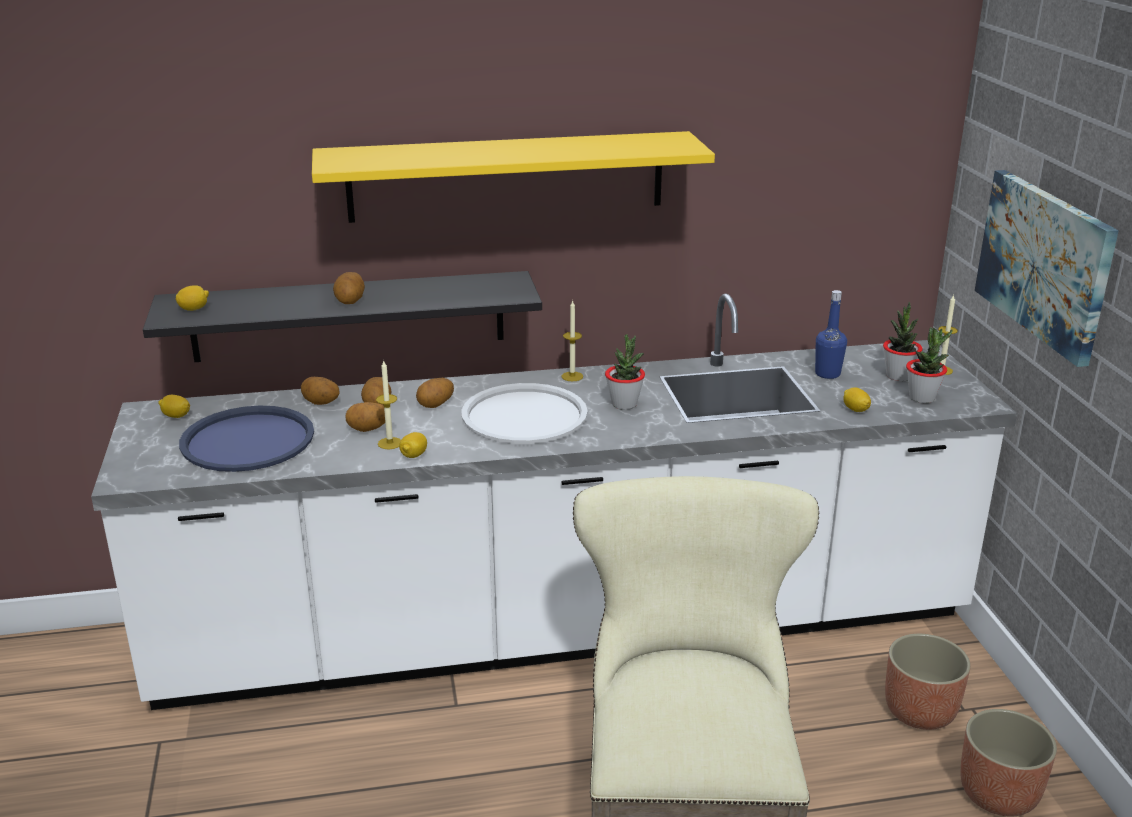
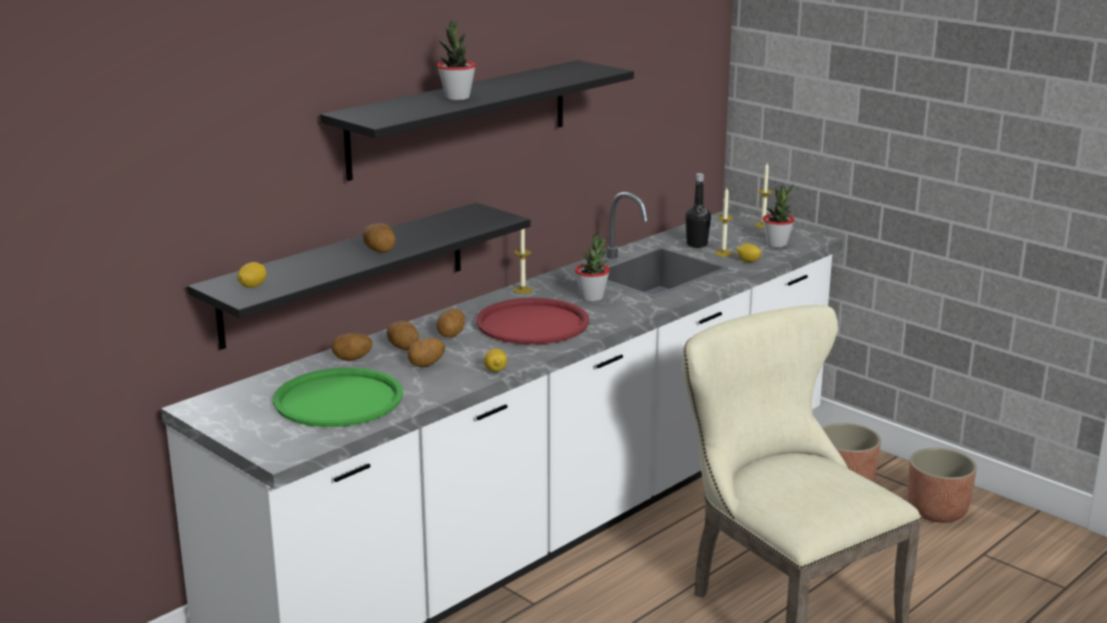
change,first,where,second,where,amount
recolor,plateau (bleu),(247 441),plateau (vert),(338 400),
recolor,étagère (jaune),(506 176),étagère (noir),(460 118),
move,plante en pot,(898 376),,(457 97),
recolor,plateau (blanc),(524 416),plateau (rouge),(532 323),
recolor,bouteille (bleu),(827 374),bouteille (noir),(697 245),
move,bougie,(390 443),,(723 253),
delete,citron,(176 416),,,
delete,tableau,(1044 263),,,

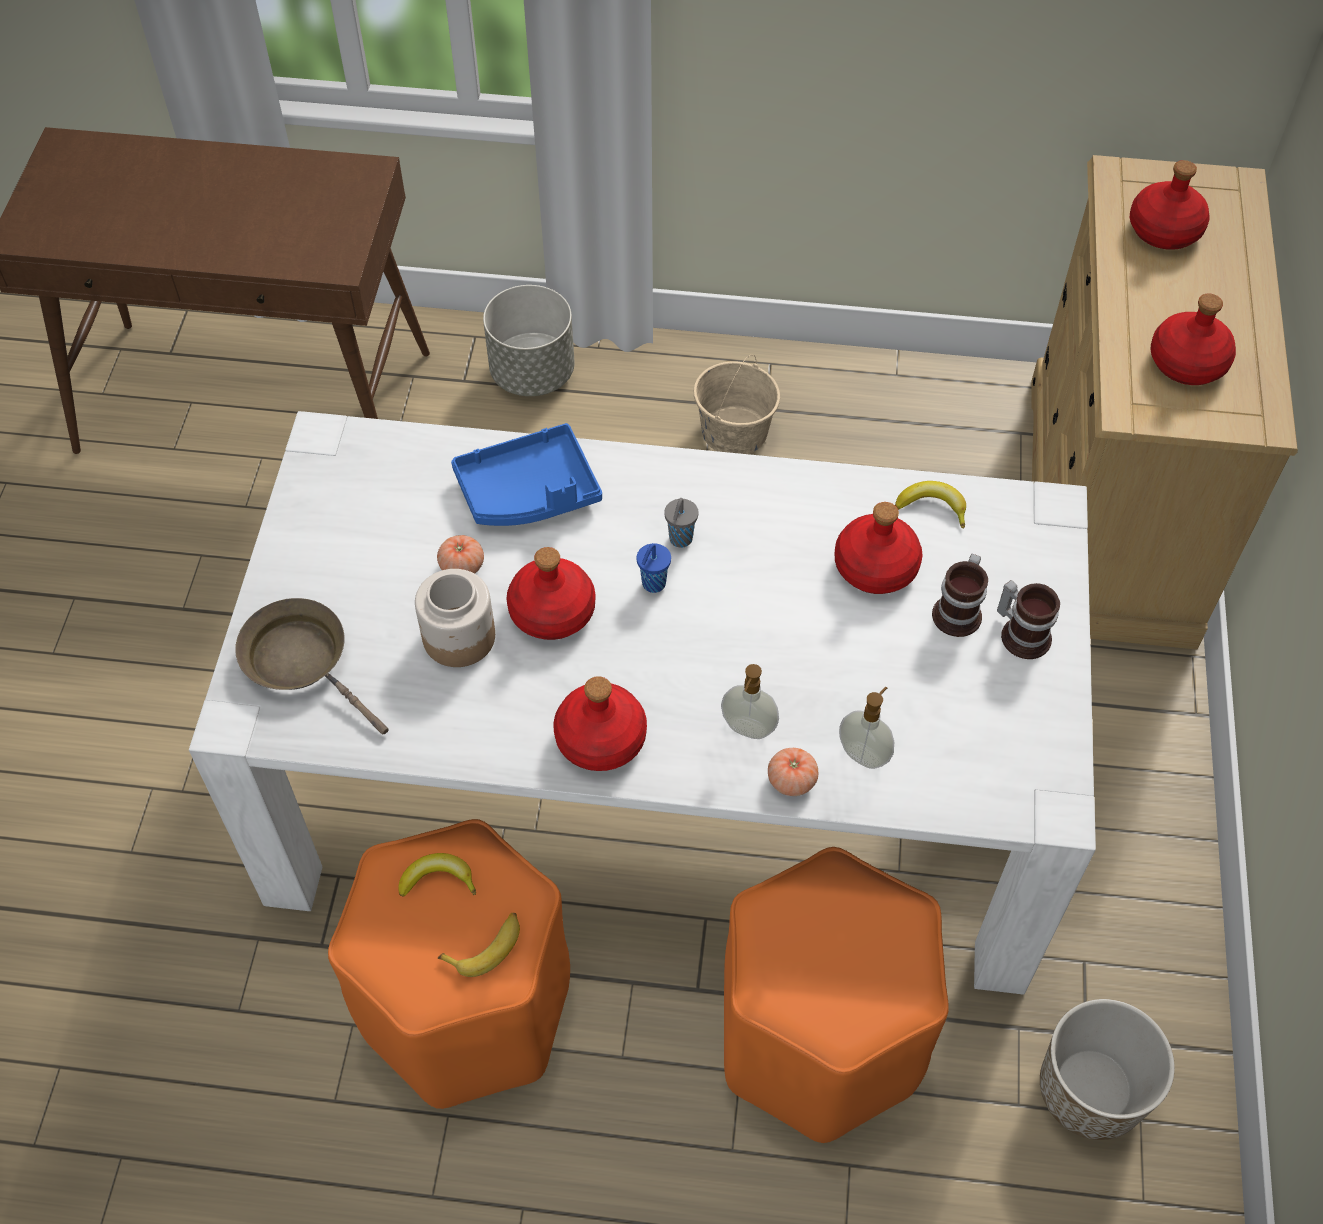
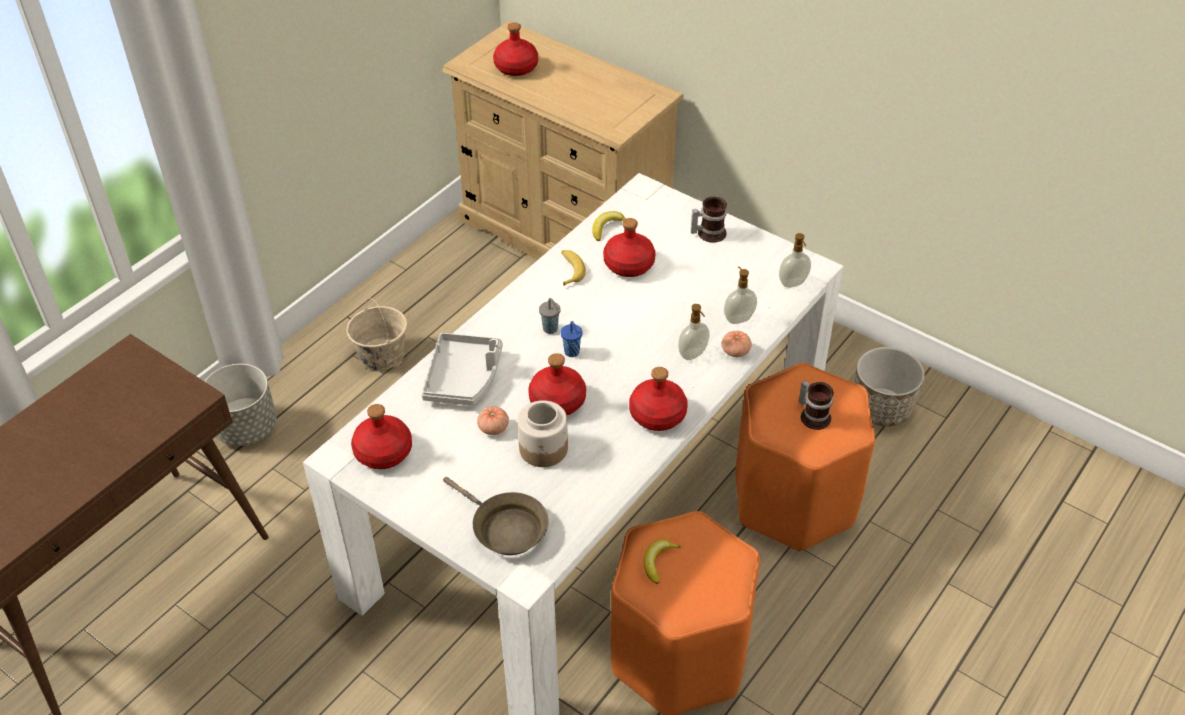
change,first,where,second,where,amount
move,bouteille (rouge),(1186 362),,(382 452),
recolor,plateau (bleu),(529 492),plateau (gris),(464 378),
rotate,poêle (marron),(302 661),,(505 528),120 degrees counterclockwise
move,banane,(486 947),,(569 270),
insert,,,distributeur de savon,(793 283),
move,mug,(960 612),,(814 415),

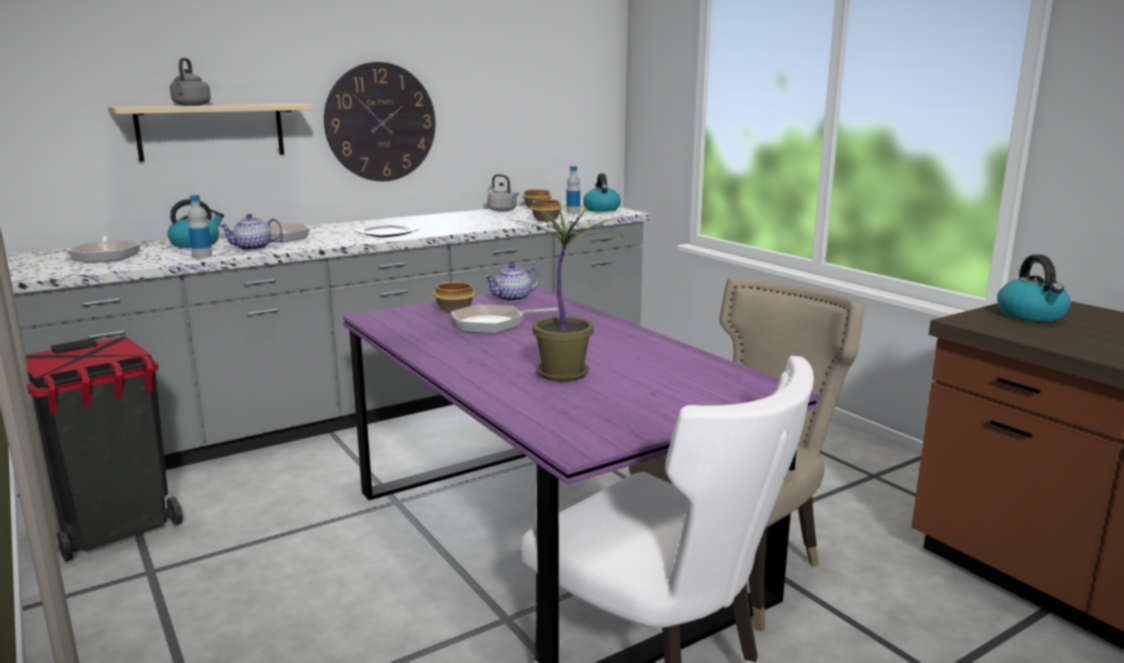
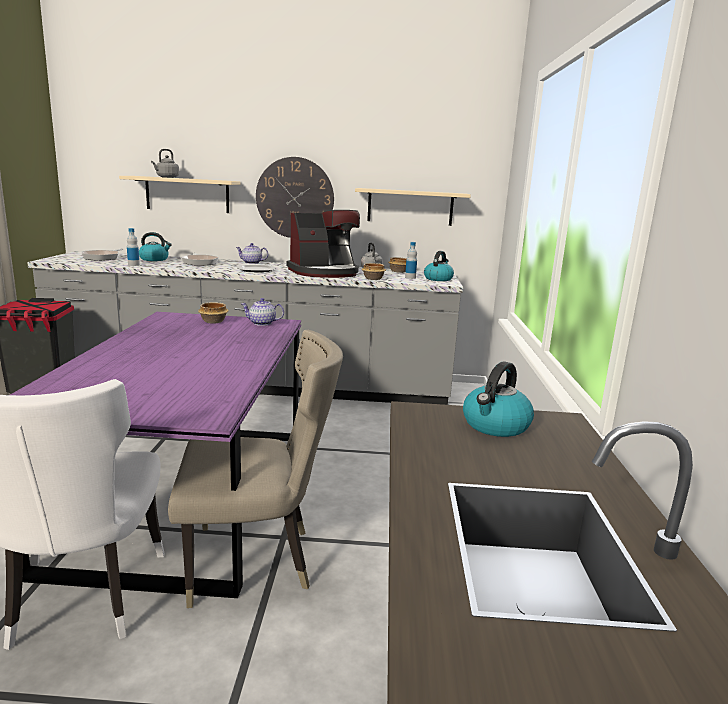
change,first,where,second,where,amount
move,théière,(252 248),,(251 263),
insert,,,machine à café,(324 272),
insert,,,étagère (beige),(410 207),
delete,poêle,(493 324),,,
delete,plante en pot,(565 374),,,

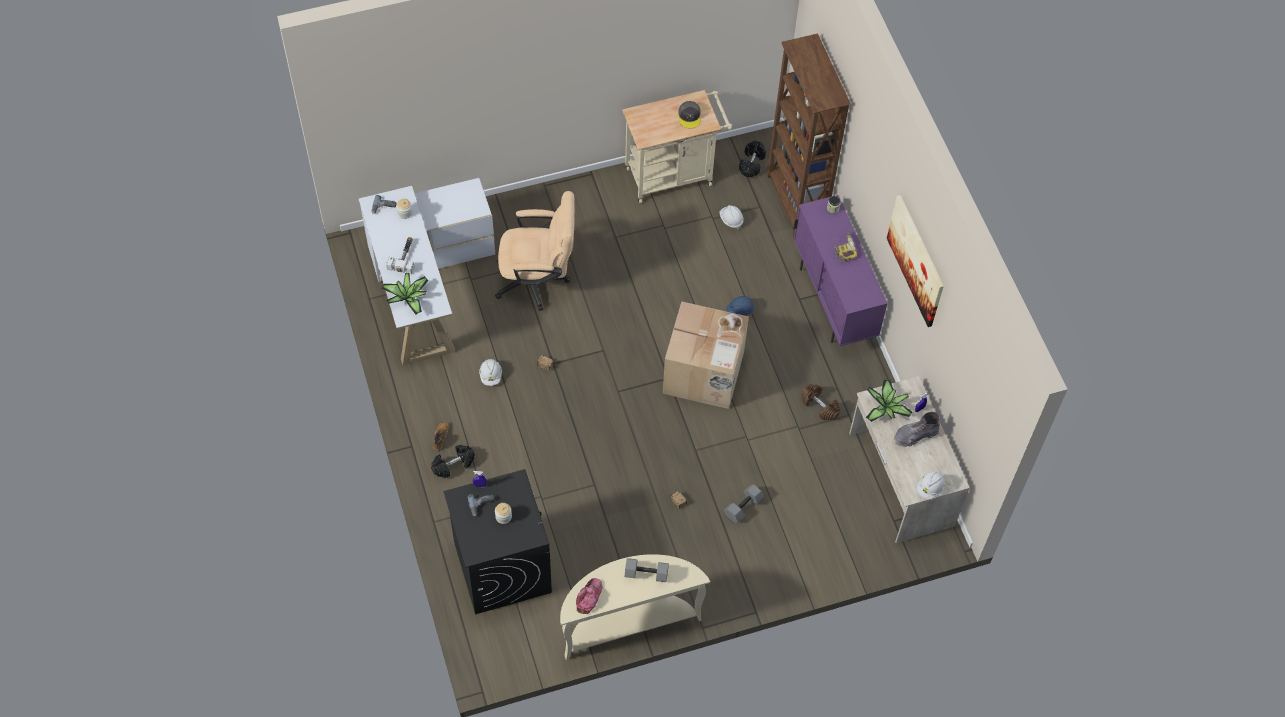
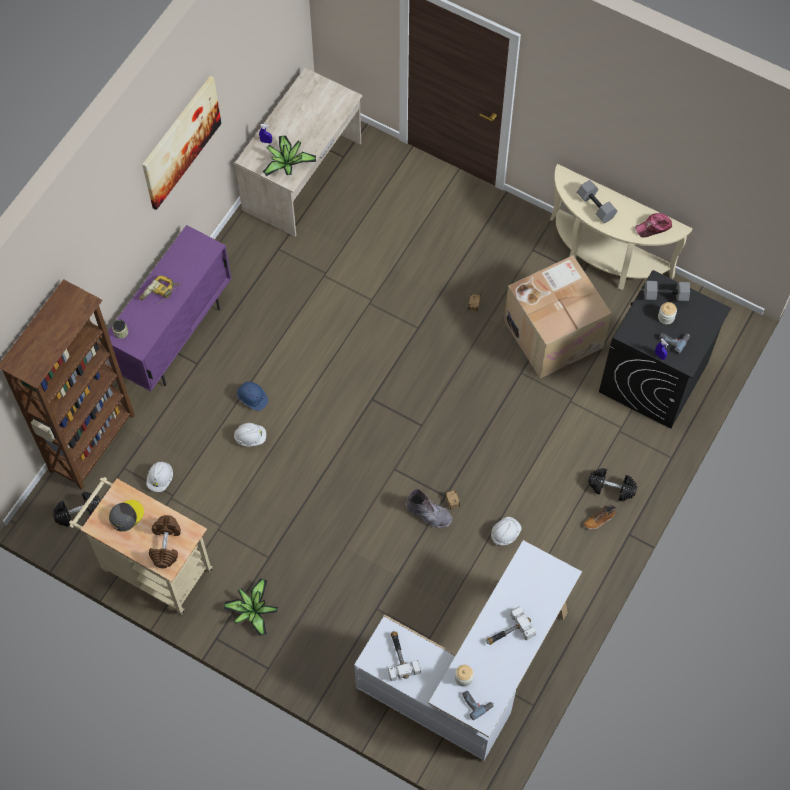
change,first,where,second,where,amount
move,haltère (marron),(819 406),,(165 545),
move,plante en pot,(408 297),,(252 611),
move,casque de chantier (blanc),(930 488),,(250 437),
insert,,,marteau,(399 656),
move,botte (gris),(915 435),,(429 514),
move,carton,(704 374),,(553 333),
move,haltère (gris),(743 508),,(665 295),
delete,chaise de bureau (beige),(538 281),,,

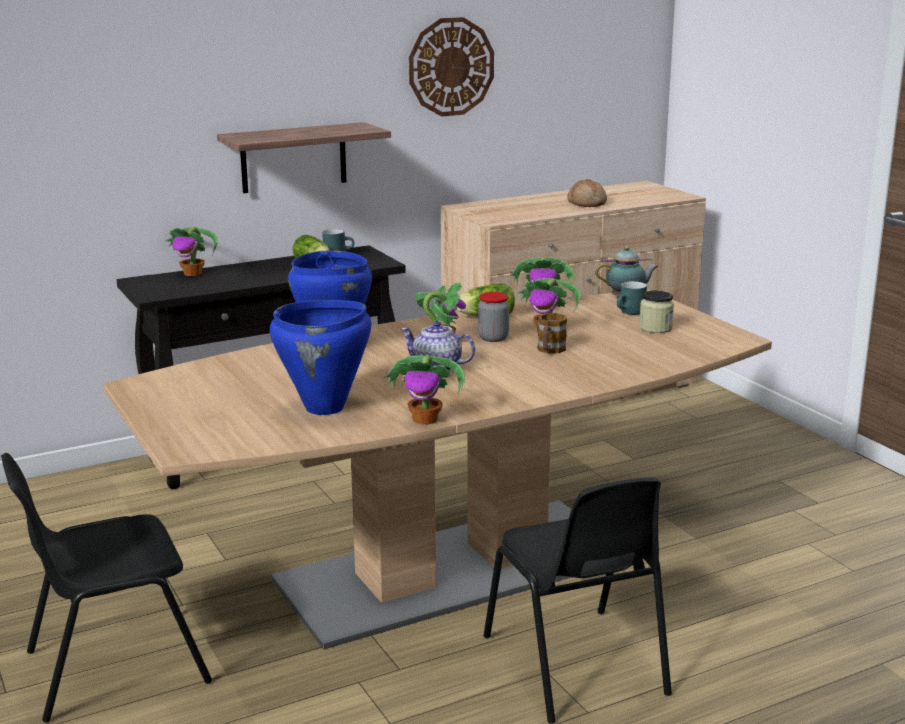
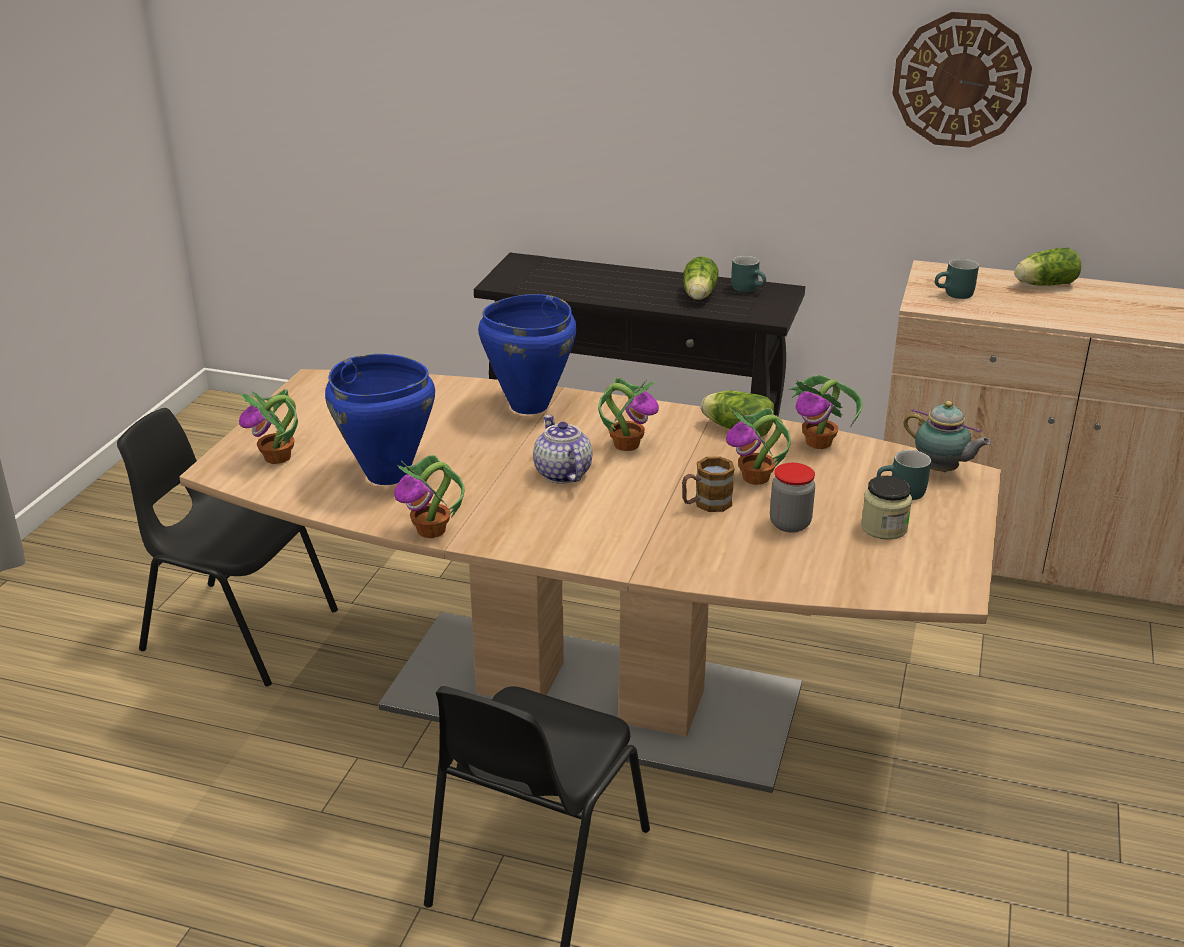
change,first,where,second,where,amount
move,plante en pot,(193 273),,(278 458),
move,bocal,(493 338),,(790 524),
insert,,,mug (turquoise),(955 295),
insert,,,laitue,(1043 285),
delete,étagère,(293 157),,,
delete,pain,(587 203),,,

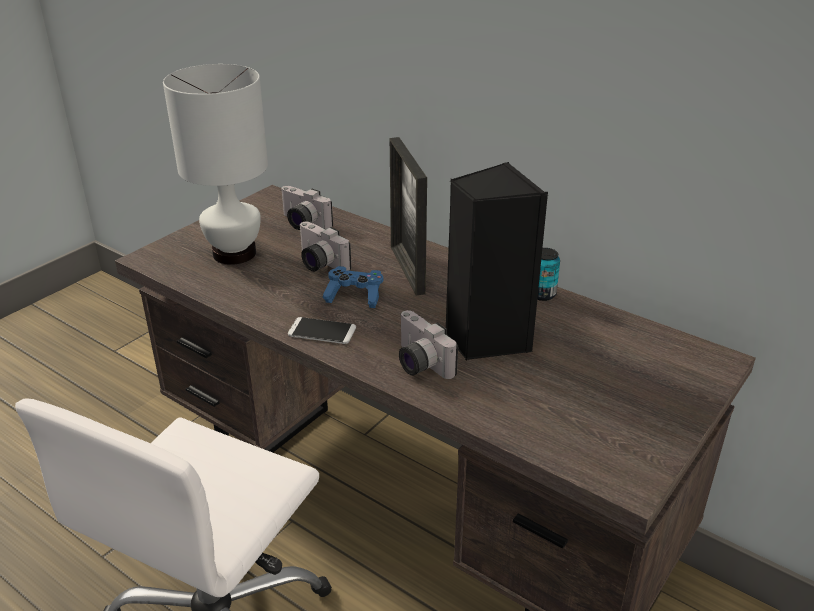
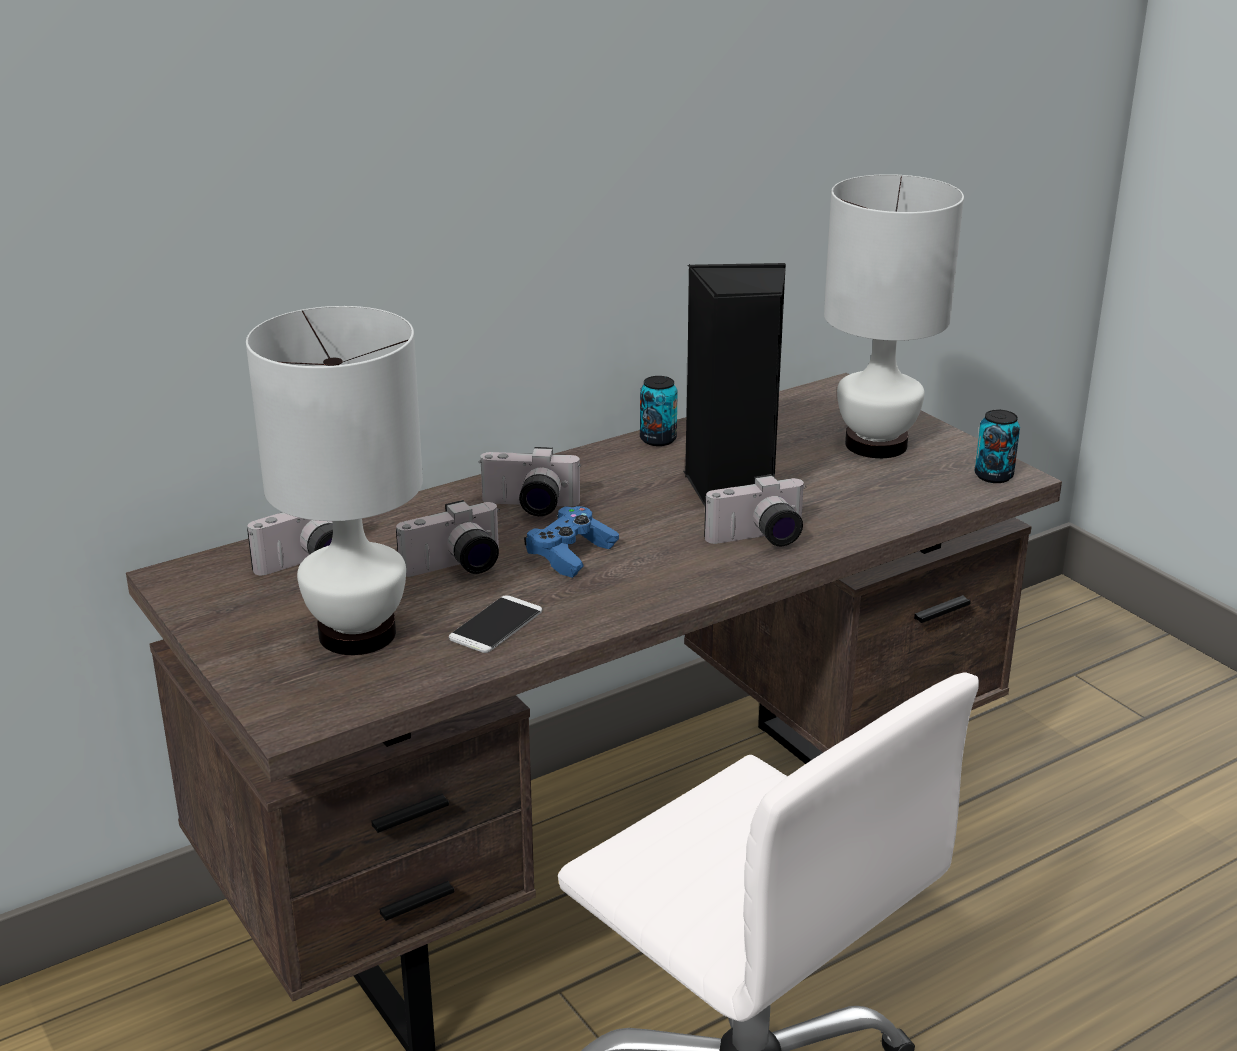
change,first,where,second,where,amount
move,téléphone,(322 331),,(496 625),
replace,cadre photo,(407 269),appareil photo,(529 507),
insert,,,lampe de table (blanc),(876 445),
insert,,,boîte métallique,(993 476),

